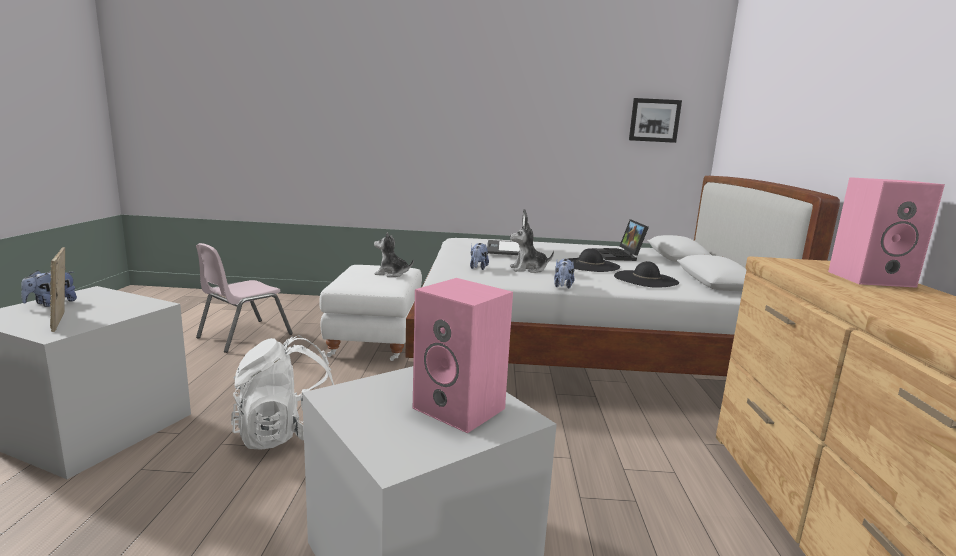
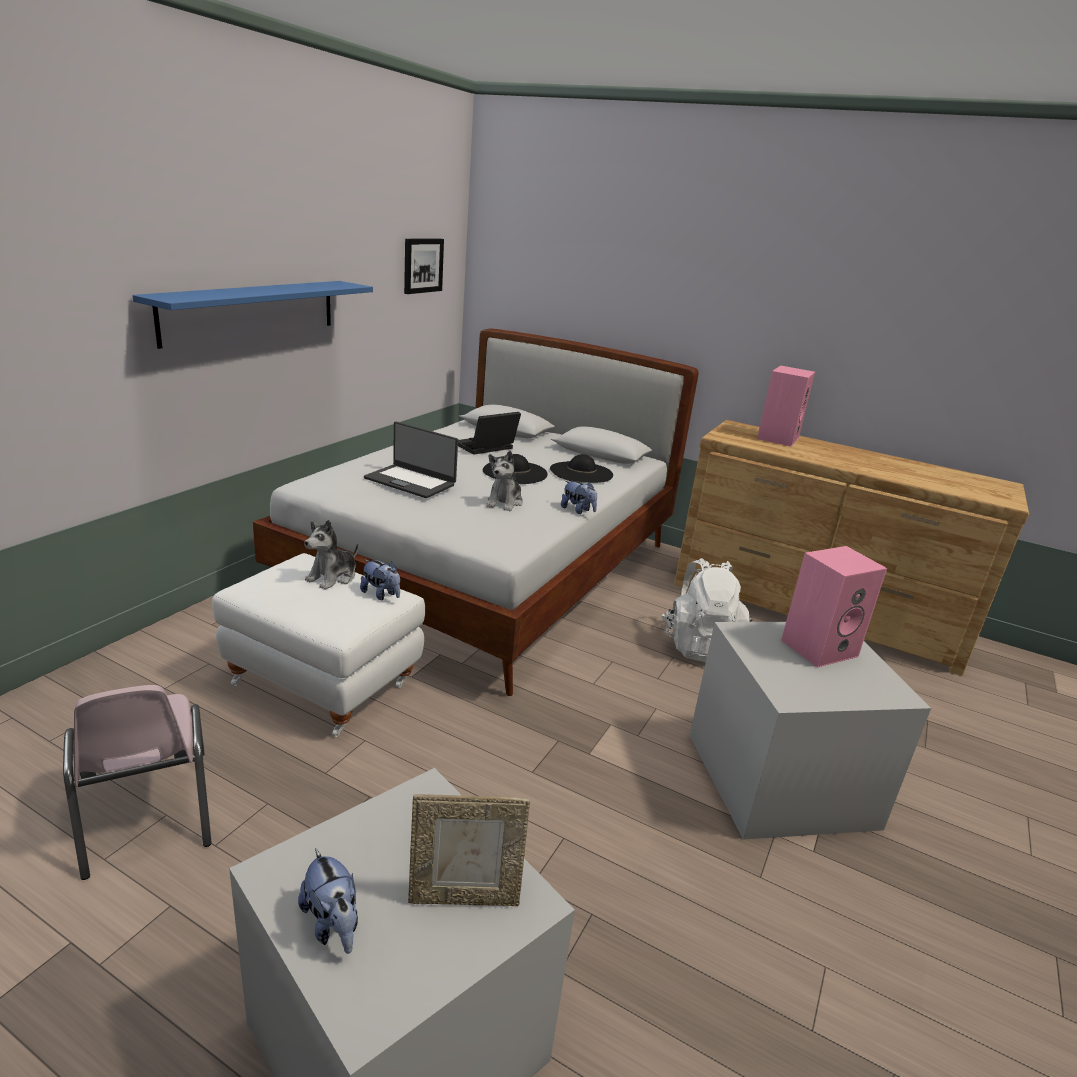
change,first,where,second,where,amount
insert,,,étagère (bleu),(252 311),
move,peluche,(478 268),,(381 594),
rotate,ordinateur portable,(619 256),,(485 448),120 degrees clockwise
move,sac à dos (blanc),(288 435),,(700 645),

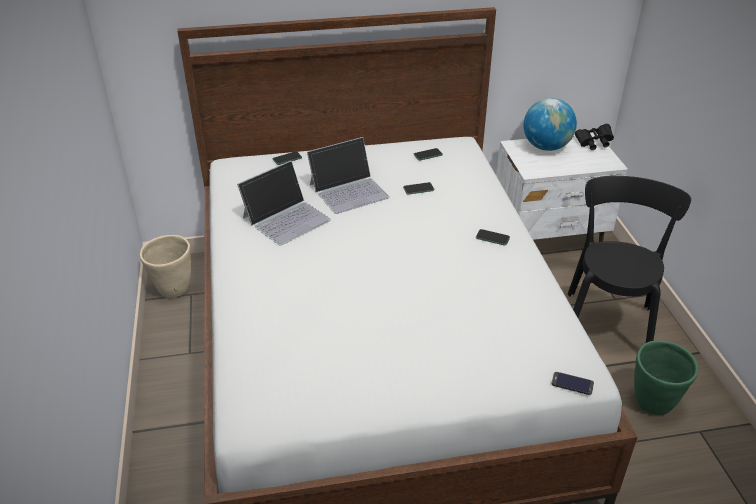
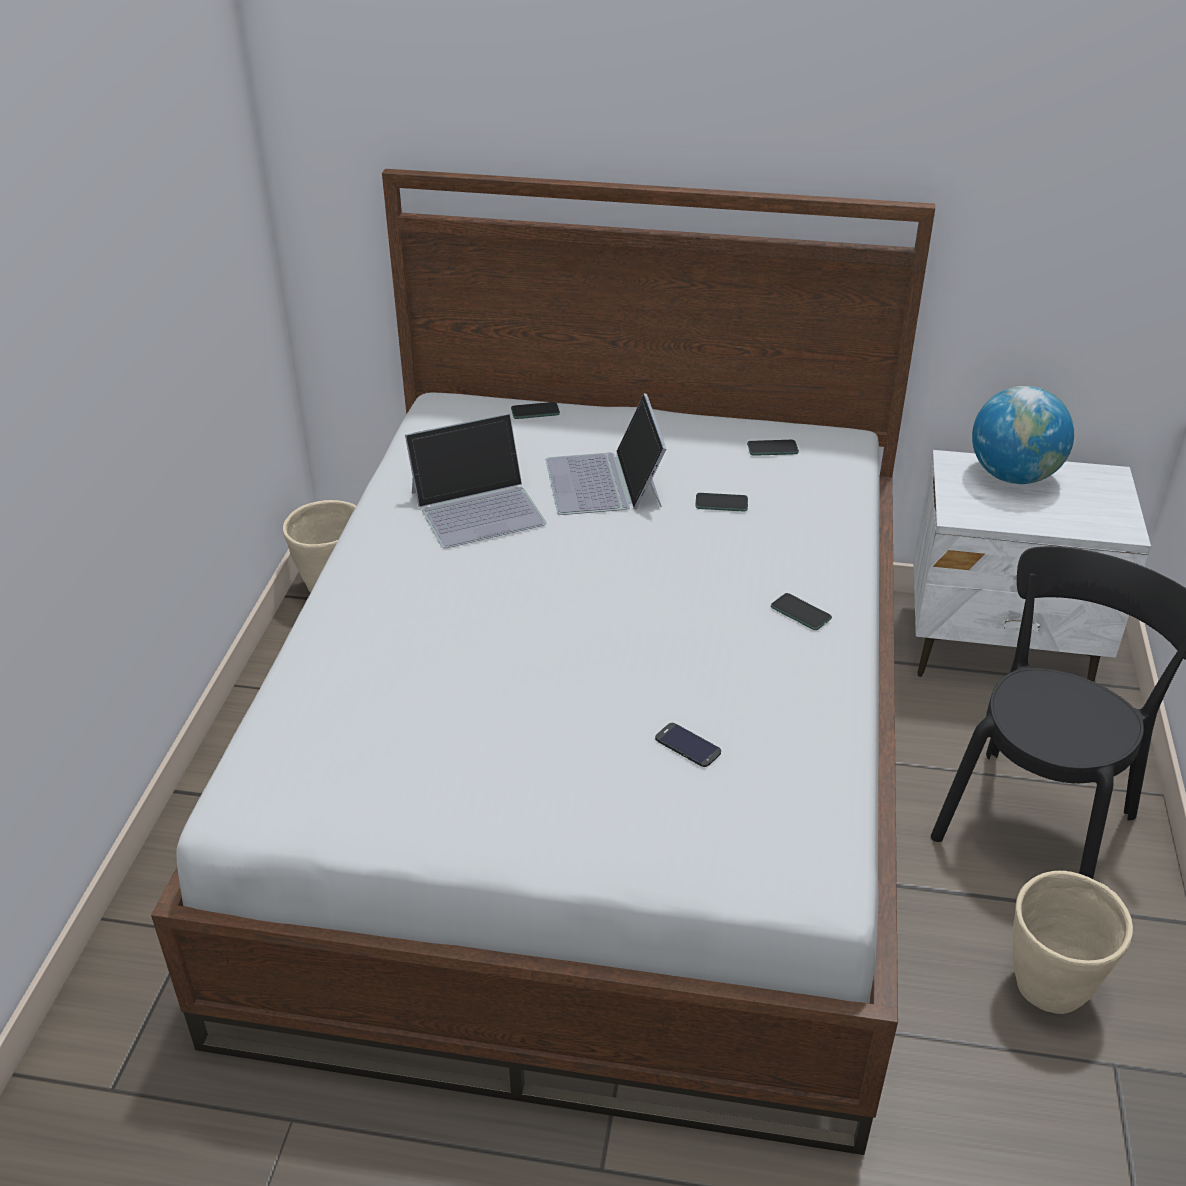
change,first,where,second,where,amount
rotate,ordinateur portable,(349 190),,(605 482),90 degrees clockwise
move,téléphone,(572 383),,(687 745),
recolor,cache-pot (vert),(653 403),cache-pot (beige),(1048 989),
delete,jumelles (noir),(594 143),,,

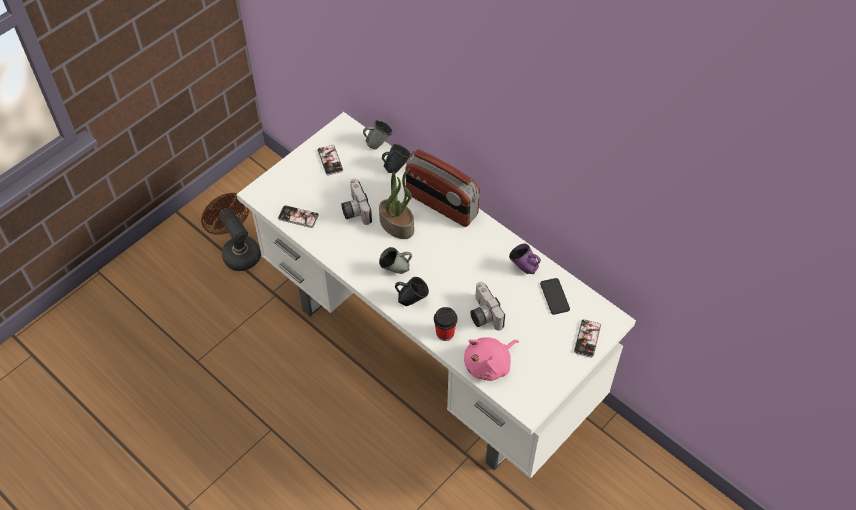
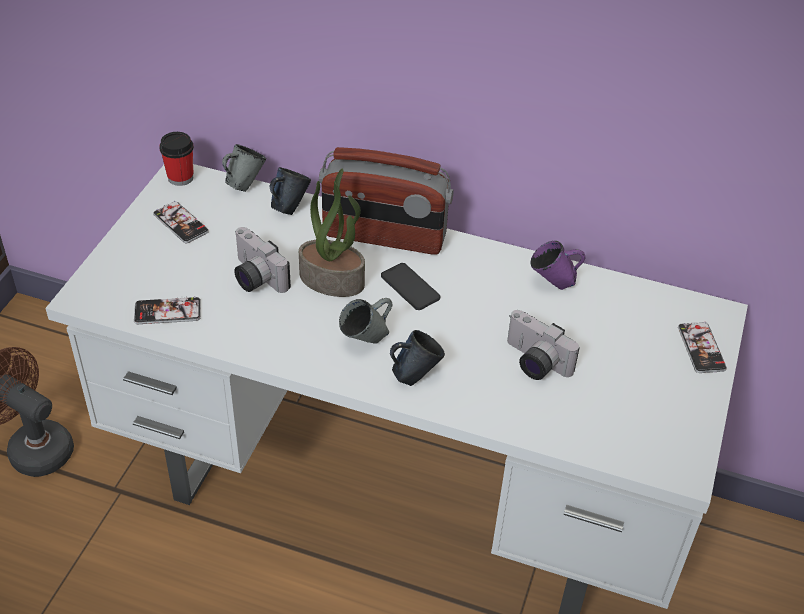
change,first,where,second,where,amount
move,tasse,(445 333),,(180 177),
move,téléphone,(554 296),,(410 287),
delete,peluche (rose),(489 364),,,

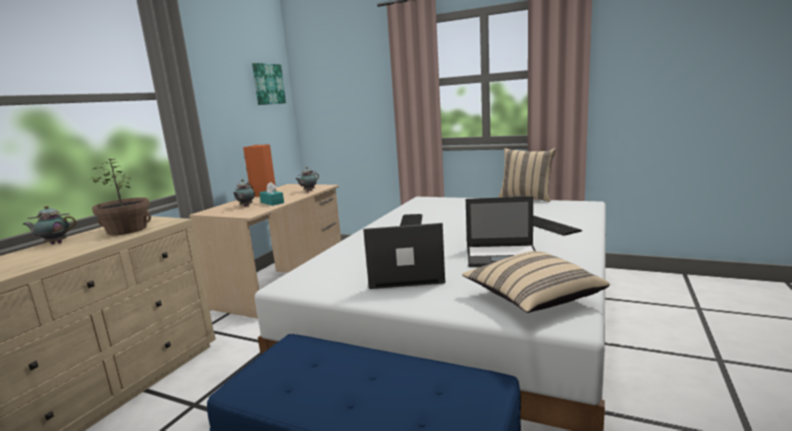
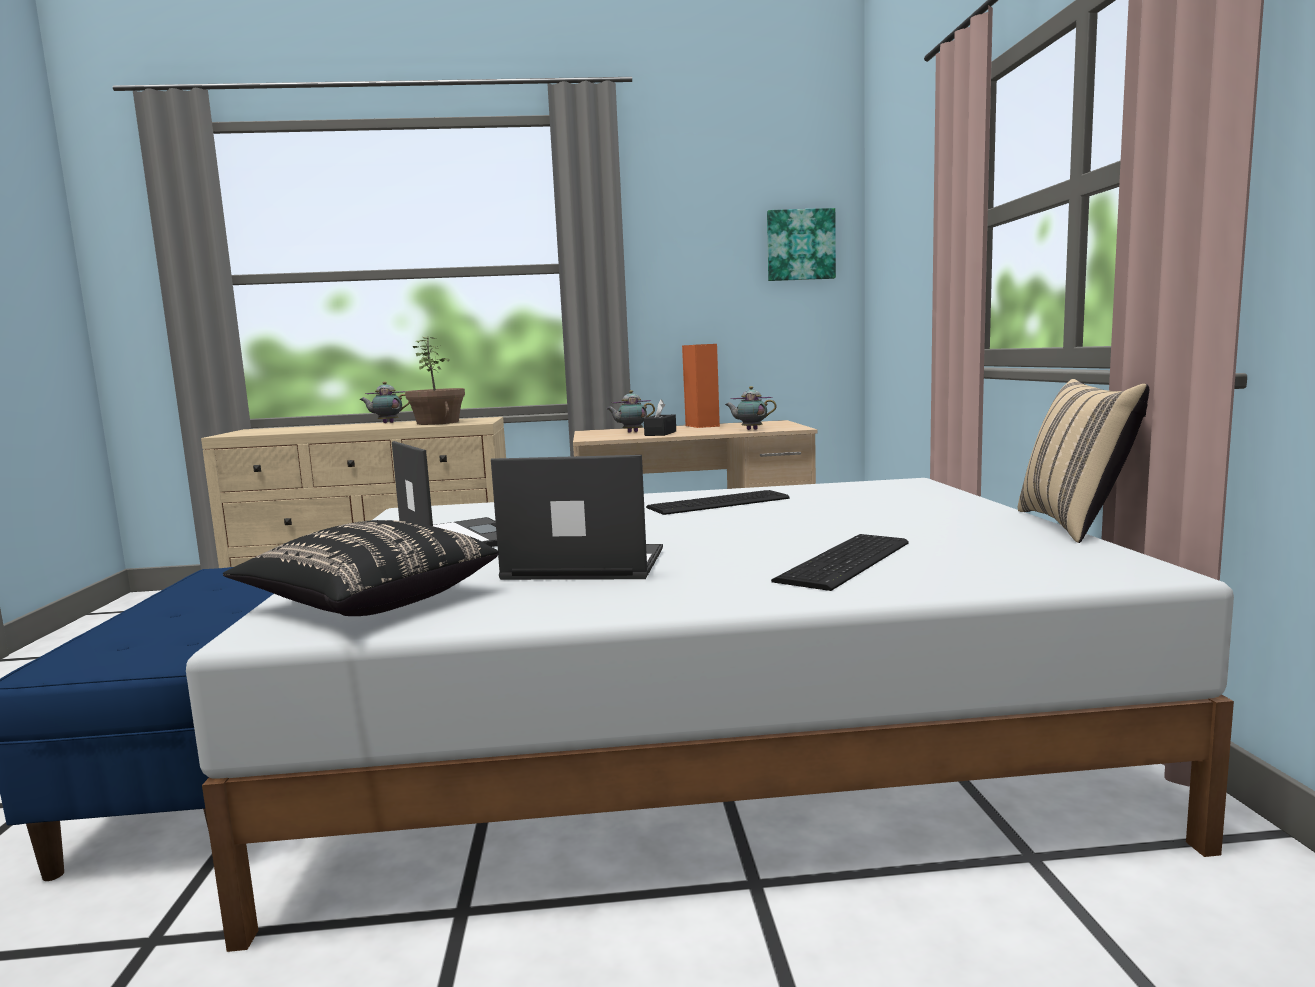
change,first,where,second,where,amount
recolor,coussin (beige),(531 299),coussin (noir),(369 601),
rotate,théière,(55 243),,(387 423),60 degrees counterclockwise
rotate,ordinateur portable,(503 256),,(583 564),120 degrees clockwise
recolor,boîte à mouchoirs (turquoise),(272 202),boîte à mouchoirs (noir),(660 433),

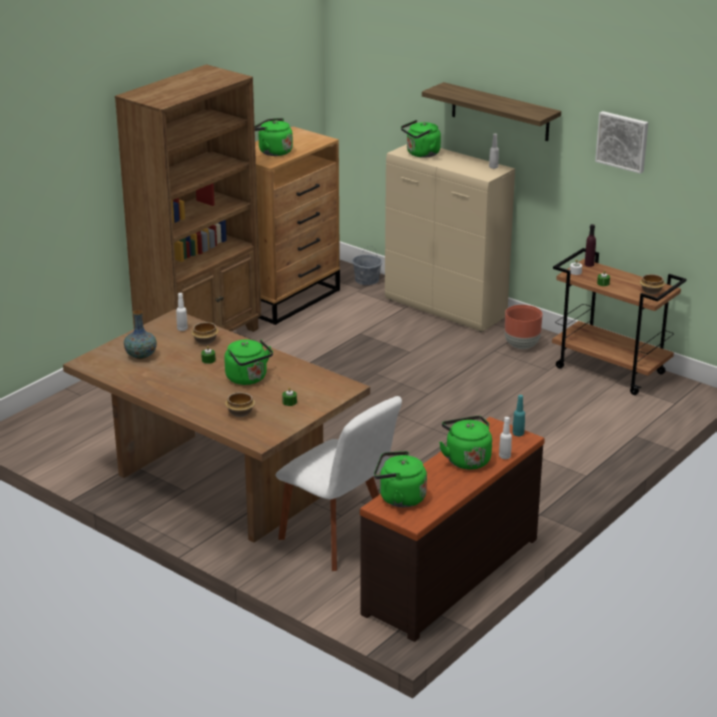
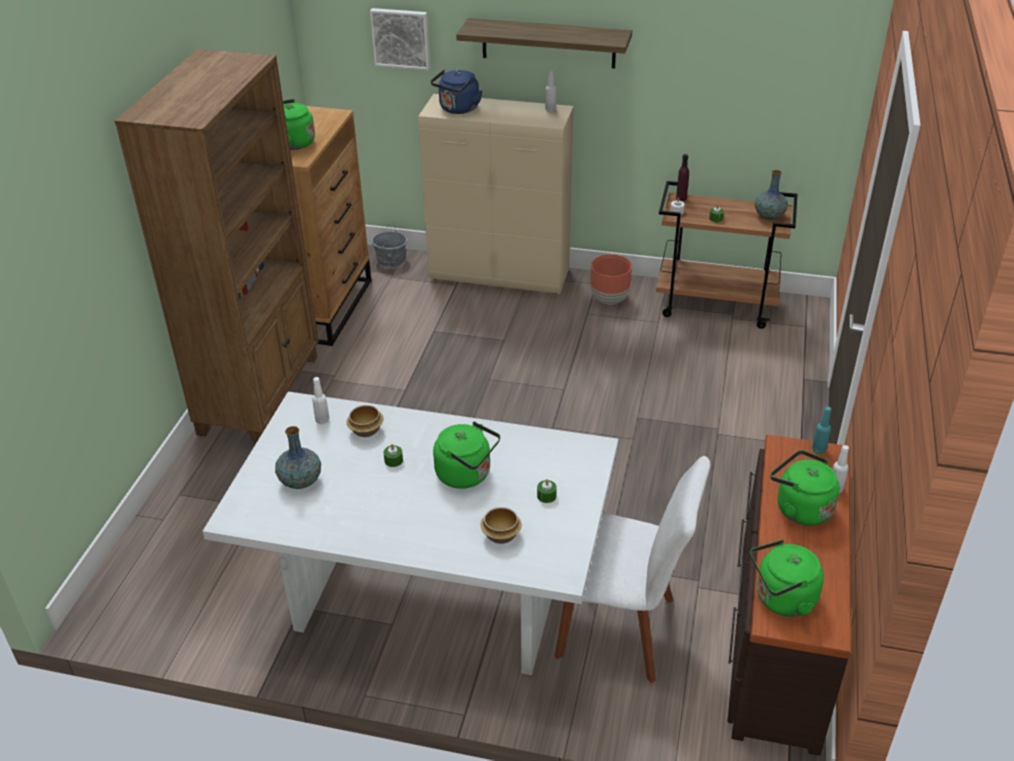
change,first,where,second,where,amount
recolor,table à manger (marron),(221 485),table à manger (blanc),(431 599),
move,tableau,(623 141),,(401 38),
recolor,bouilloire (vert),(421 154),bouilloire (bleu),(458 109),
replace,bol,(651 291),vase,(769 216),

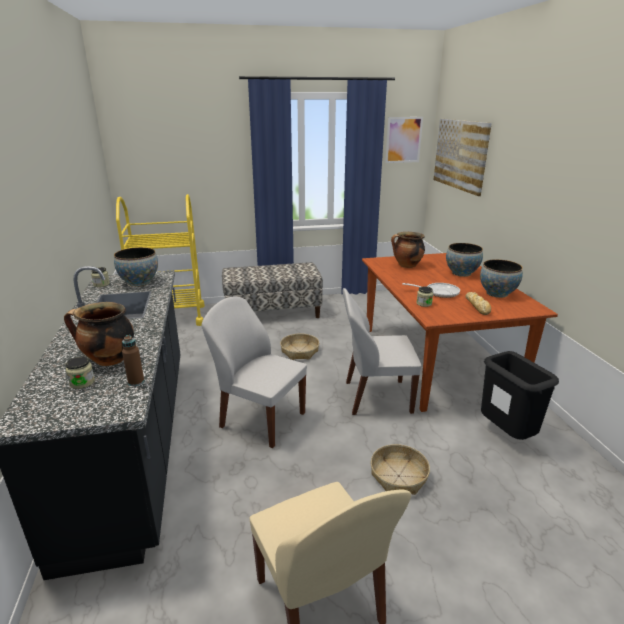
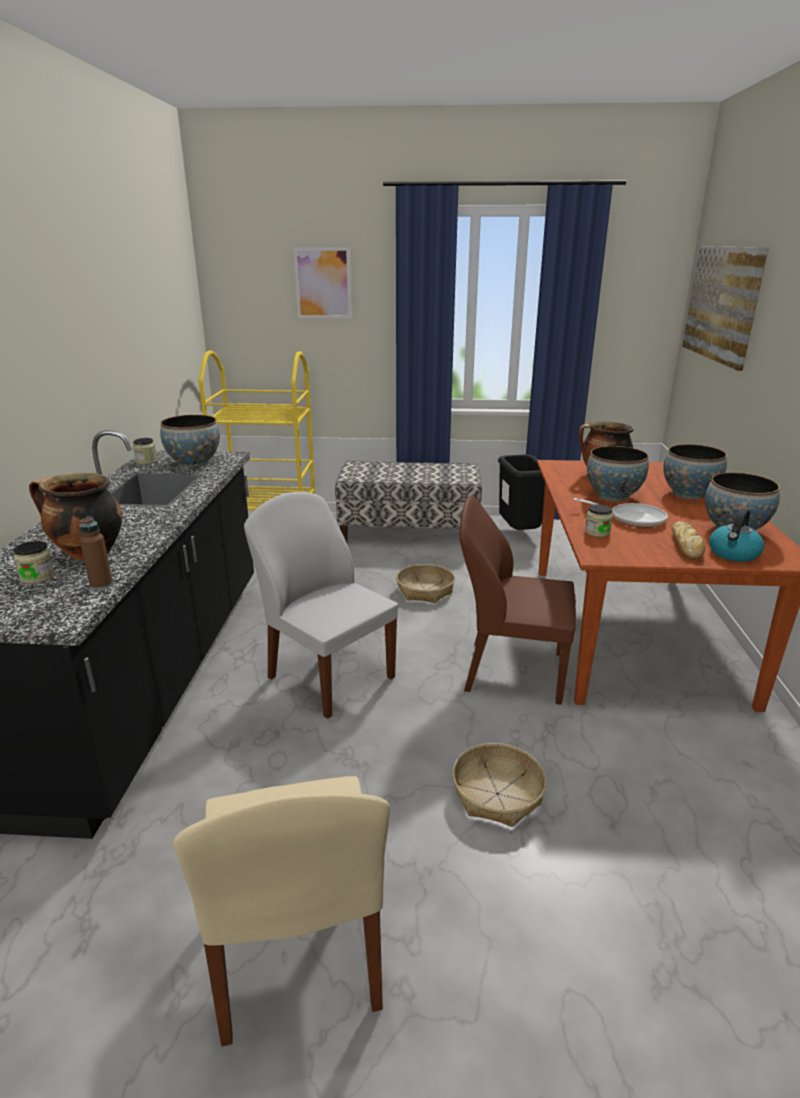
change,first,where,second,where,amount
move,tableau,(403 140),,(323 283),
recolor,chaise (blanc),(375 397),chaise (marron),(511 671),
move,poubelle (noir),(506 435),,(519 534),
insert,,,bol,(613 496),
insert,,,bouilloire,(733 554),

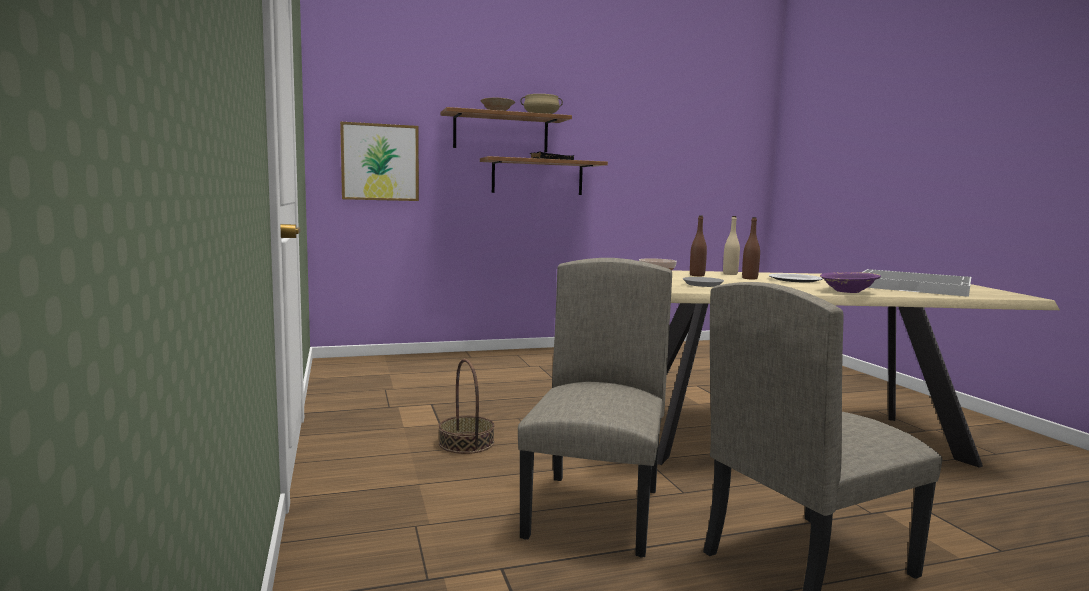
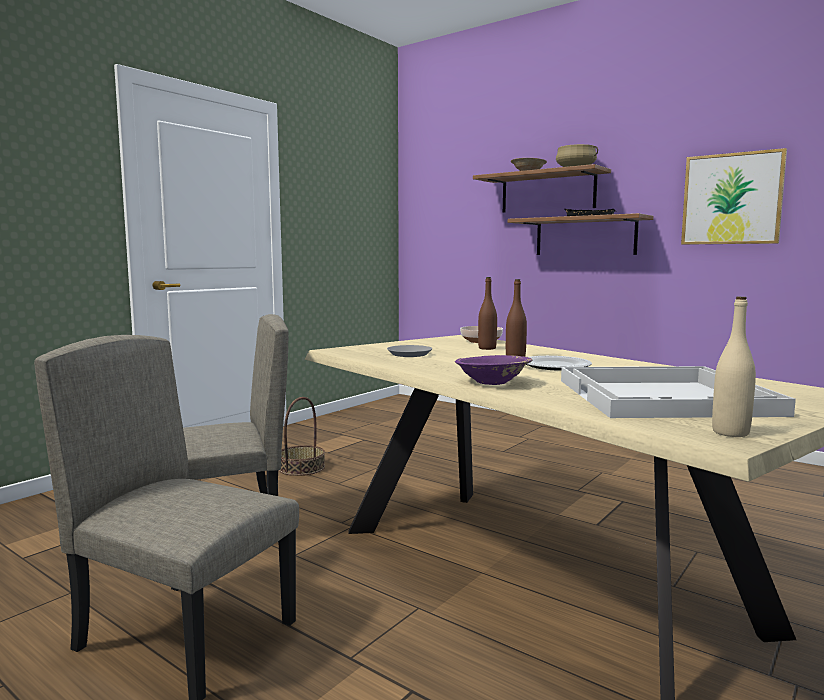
change,first,where,second,where,amount
move,tableau,(380 162),,(732 199),
move,bouteille (beige),(730 274),,(730 433),

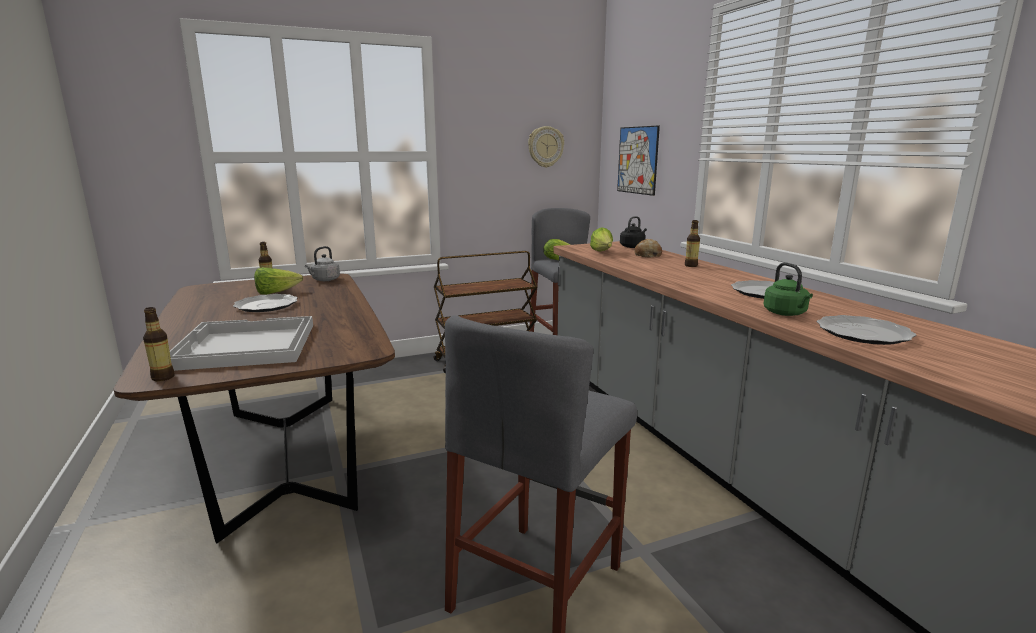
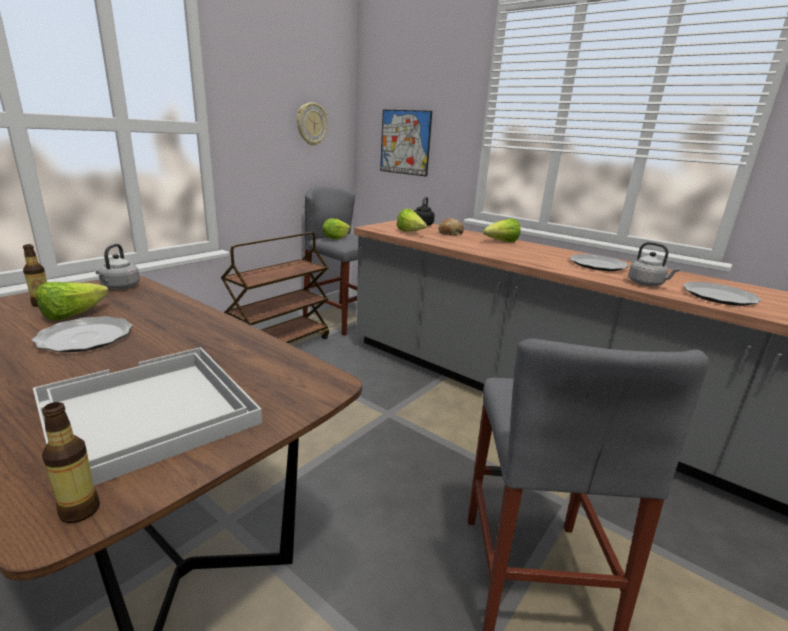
change,first,where,second,where,amount
replace,bouteille,(691 265),laitue,(501 242),
recolor,bouilloire (vert),(786 313),bouilloire (gris),(647 284),

